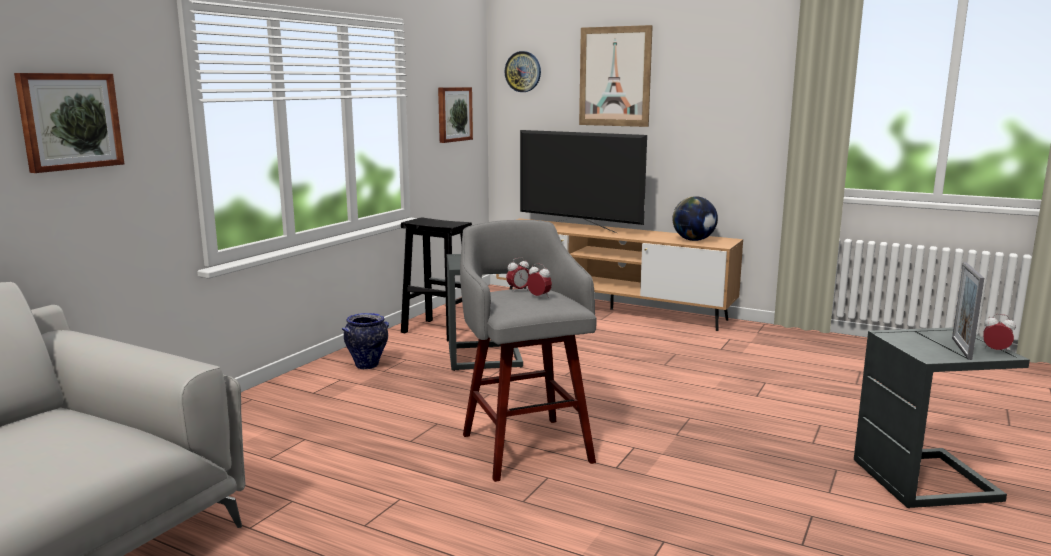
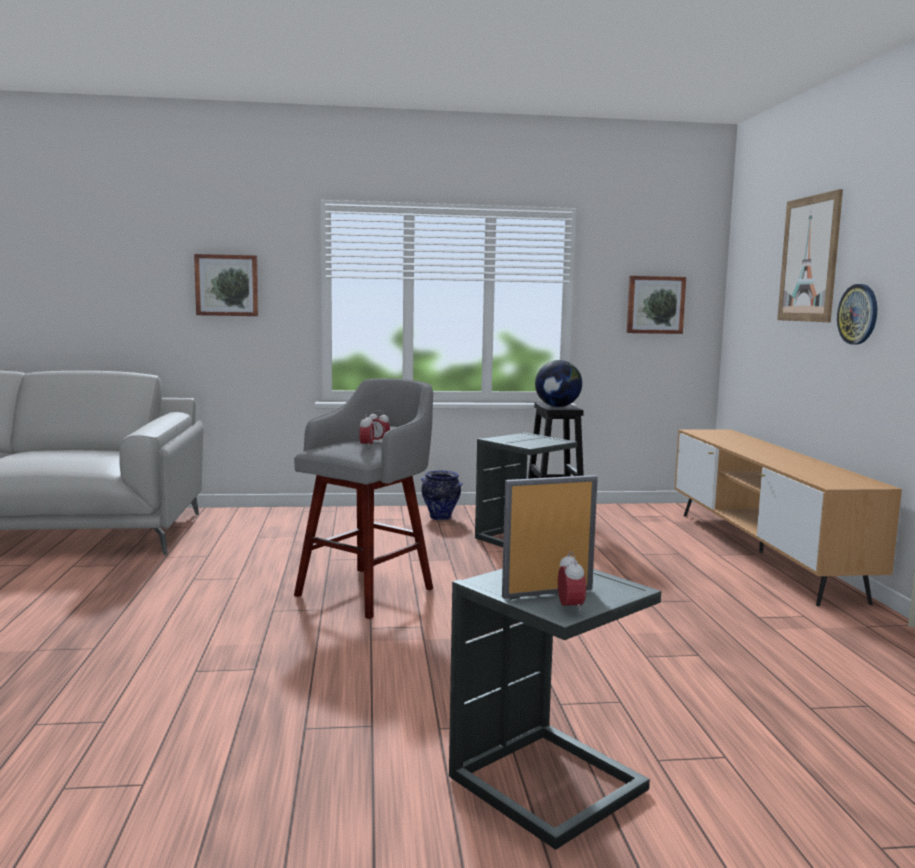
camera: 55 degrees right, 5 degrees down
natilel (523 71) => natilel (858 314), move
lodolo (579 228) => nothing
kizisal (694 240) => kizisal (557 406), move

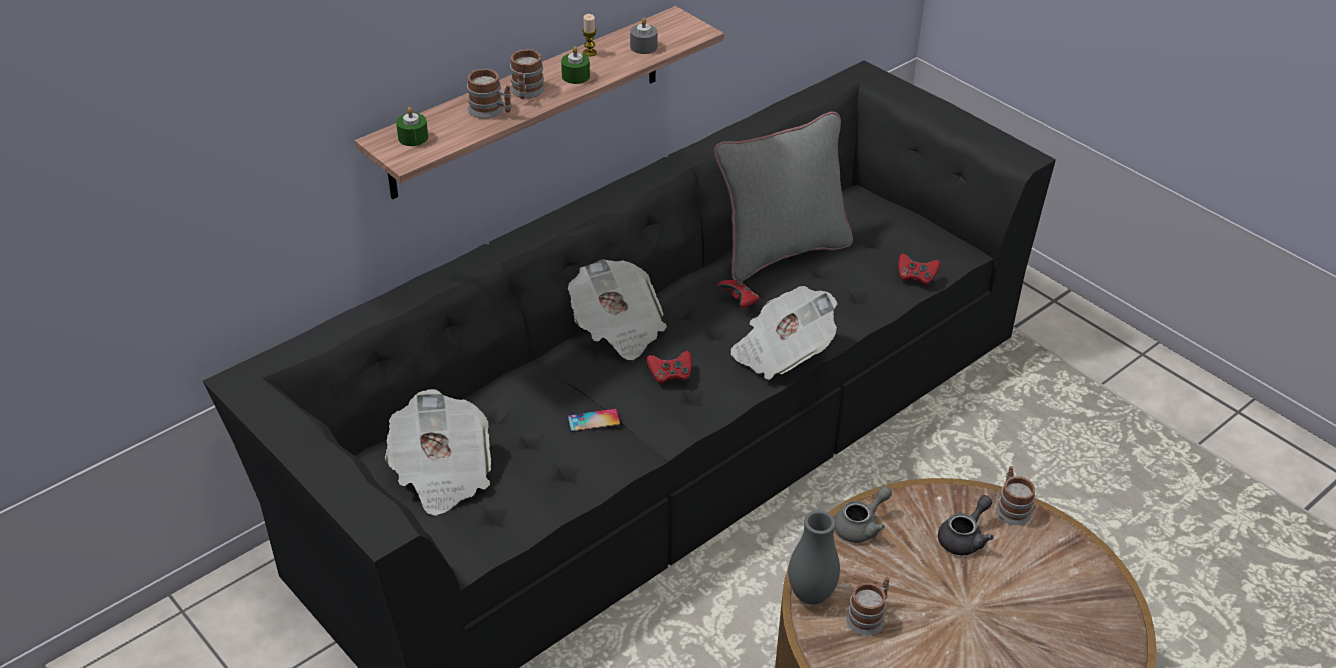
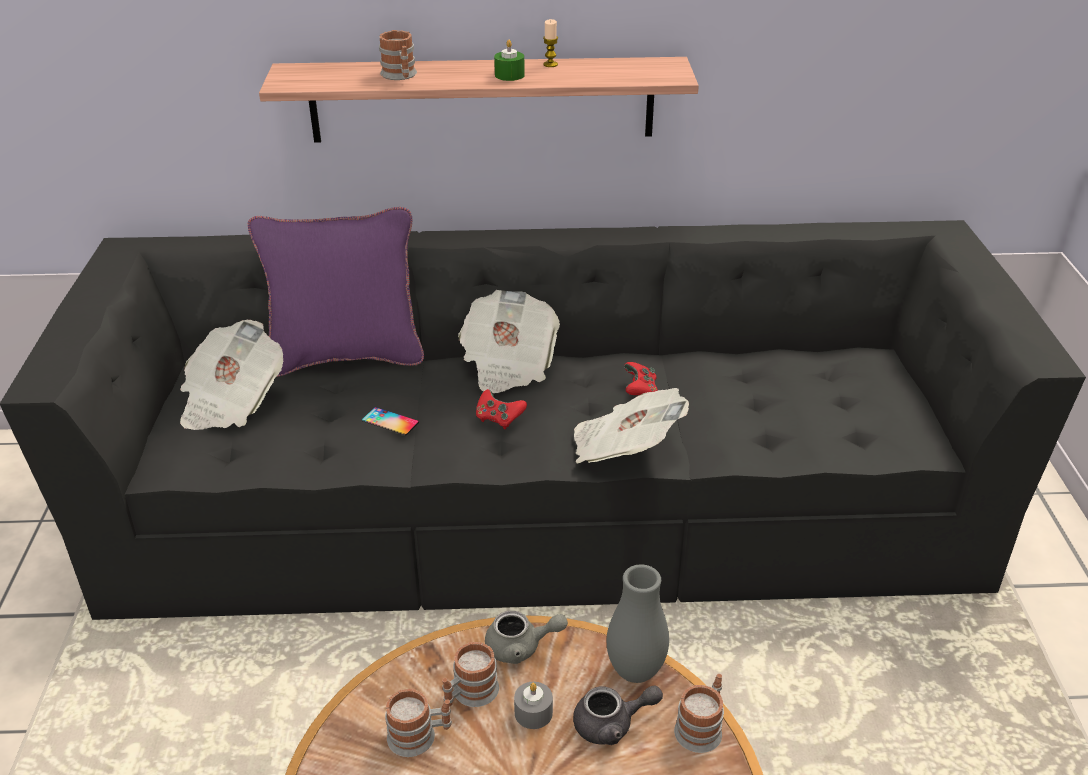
camera: 40 degrees right, 5 degrees down
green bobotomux (413 137) => nothing
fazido (526 92) => fazido (469 694), move
grey bobotomux (643 47) => grey bobotomux (533 713), move
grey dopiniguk (781 251) => nothing
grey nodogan (811 595) => grey nodogan (635 671), move
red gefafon (915 277) => nothing
nothing => purple dopiniguk (346 356)

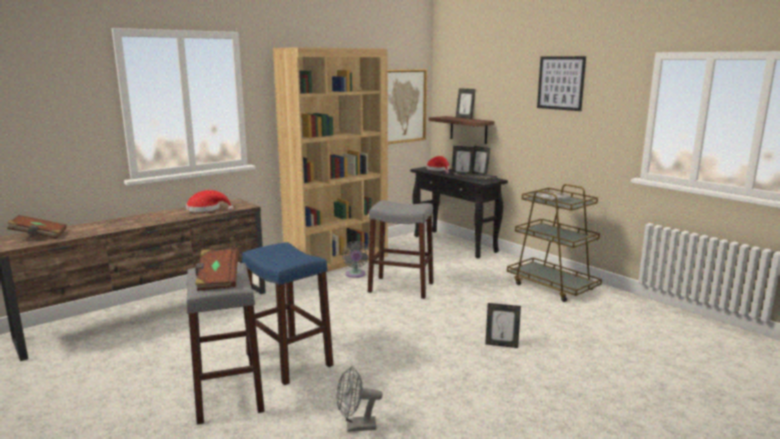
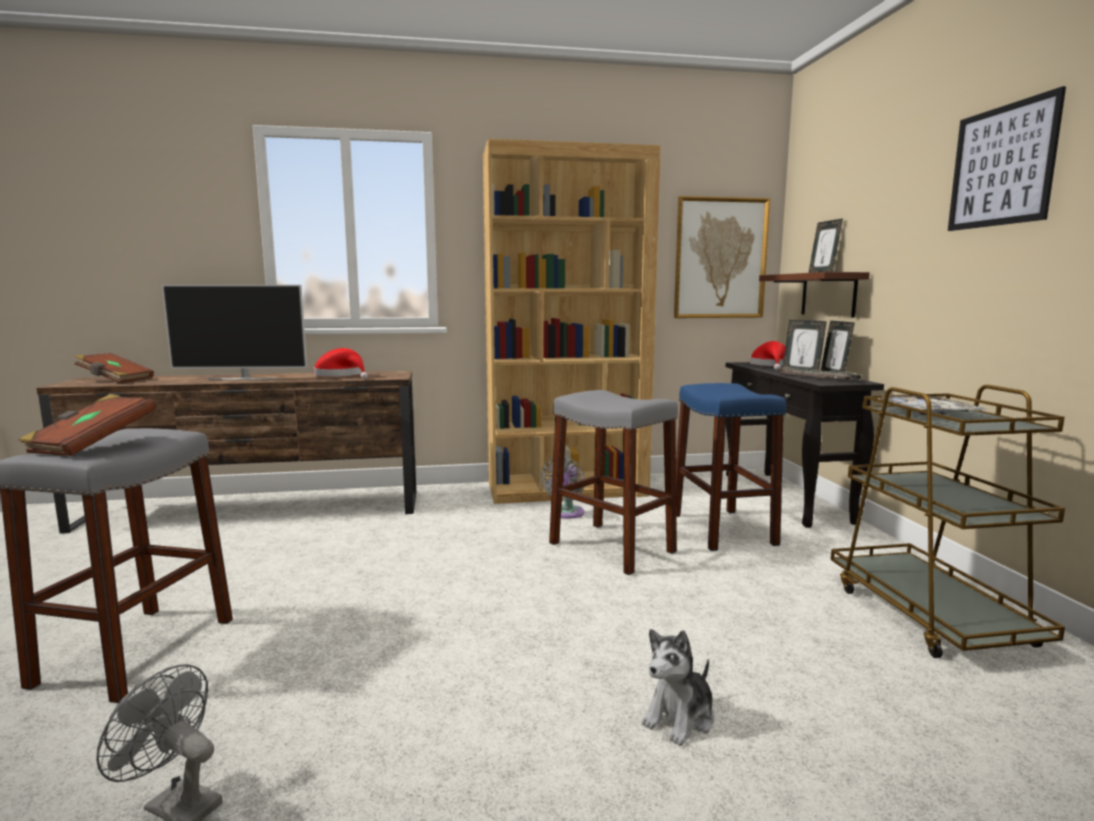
camera: 30 degrees right, 5 degrees down
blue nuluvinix (289 360) => blue nuluvinix (722 529), move
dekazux (501 345) => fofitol (680 718)
nothing => lodolo (243 379)

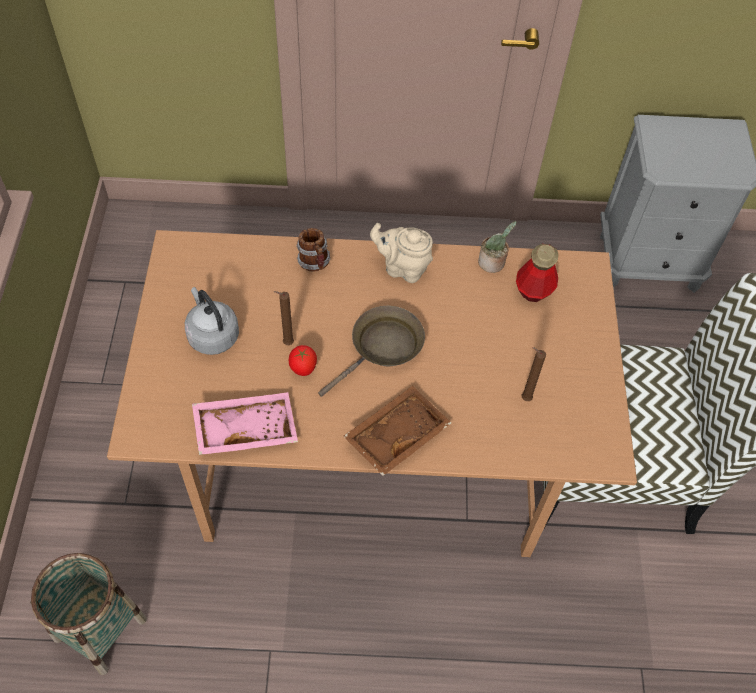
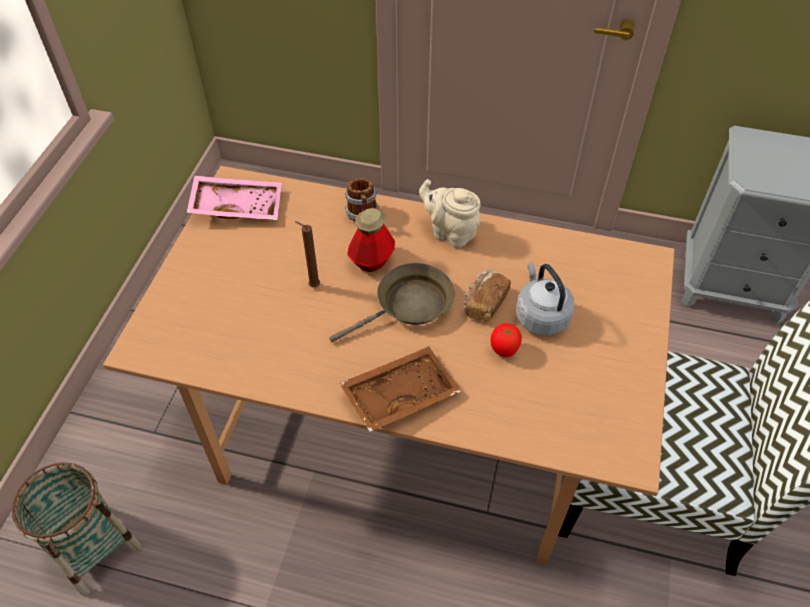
camera: 15 degrees right, 5 degrees down
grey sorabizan (212 335) => grey sorabizan (540 315), move
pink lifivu (245 428) => pink lifivu (237 205), move
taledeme (303 369) => taledeme (503 350), move
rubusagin (493 263) => nothing
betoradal (534 290) => betoradal (372 260), move
brown bobotomux (524 398) => nothing
nothing => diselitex (484 303)

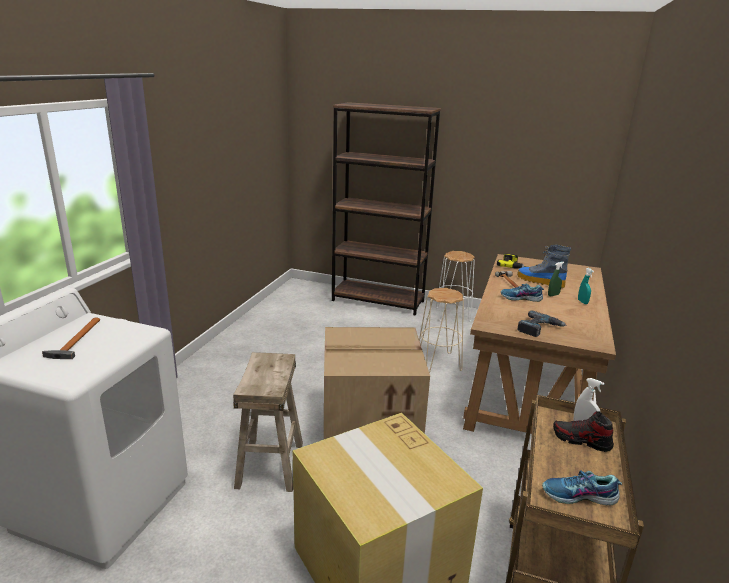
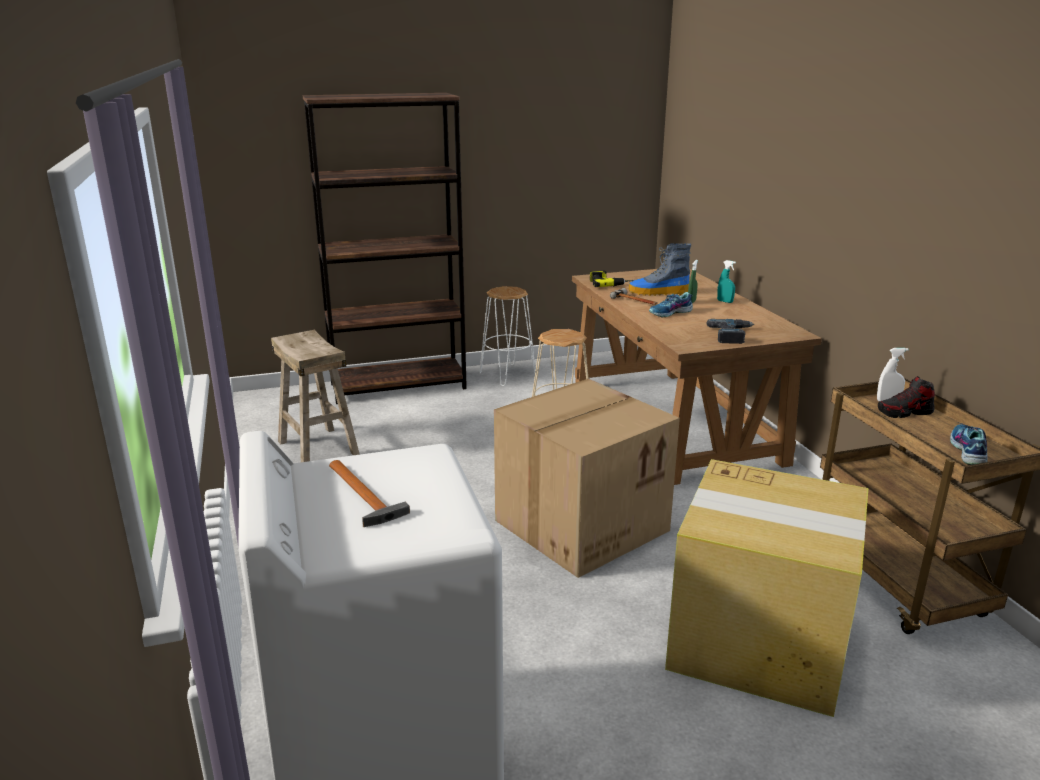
camera: 35 degrees left, 0 degrees up
beige nuluvinix (269 464) => beige nuluvinix (317 448), move
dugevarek (579 496) => dugevarek (967 451), 135 degrees clockwise

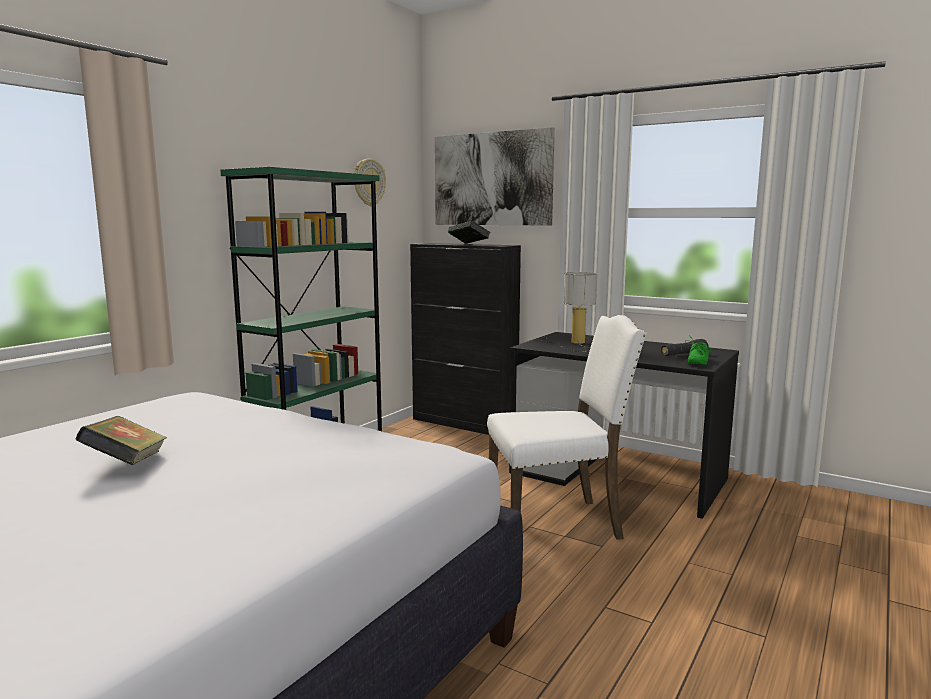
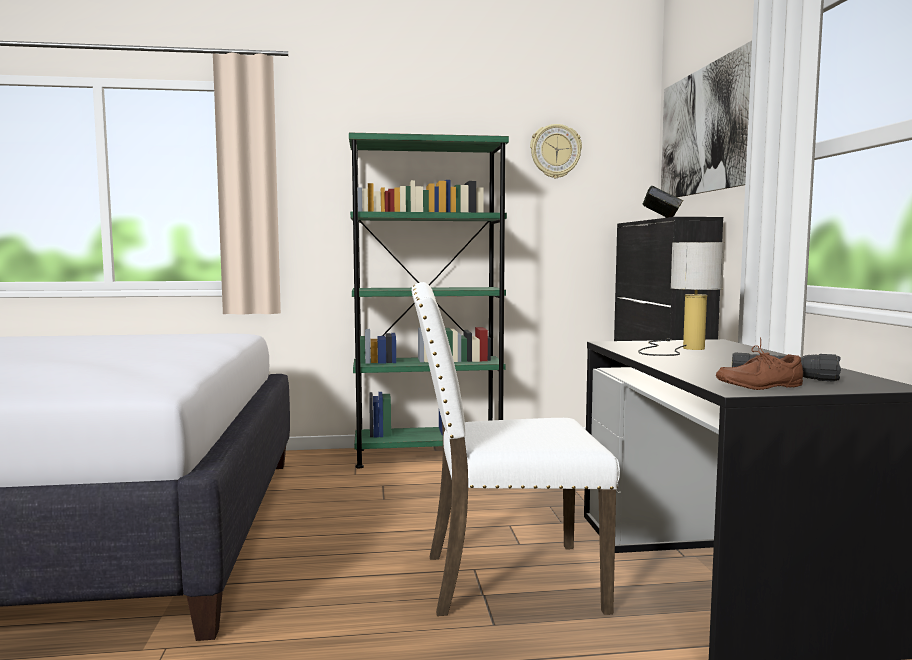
camera: 50 degrees right, 5 degrees down
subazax (127 464) => nothing
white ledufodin (557 523) => white ledufodin (507 580), 135 degrees clockwise
green dugevarek (696 362) => brown dugevarek (757 385)

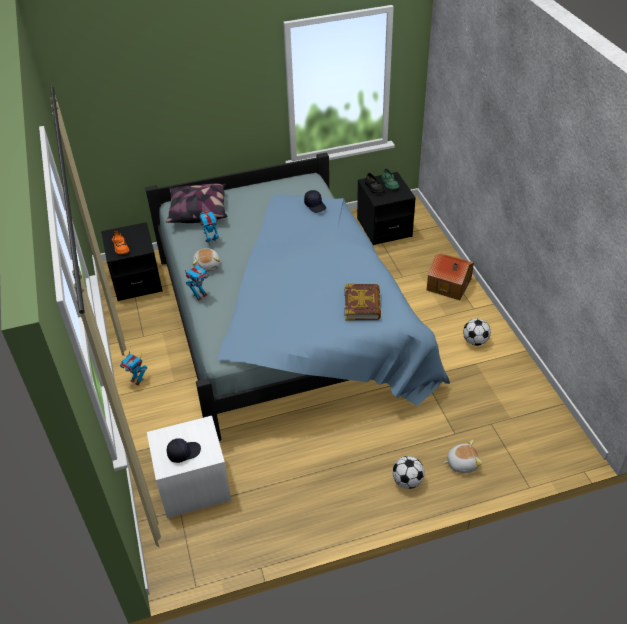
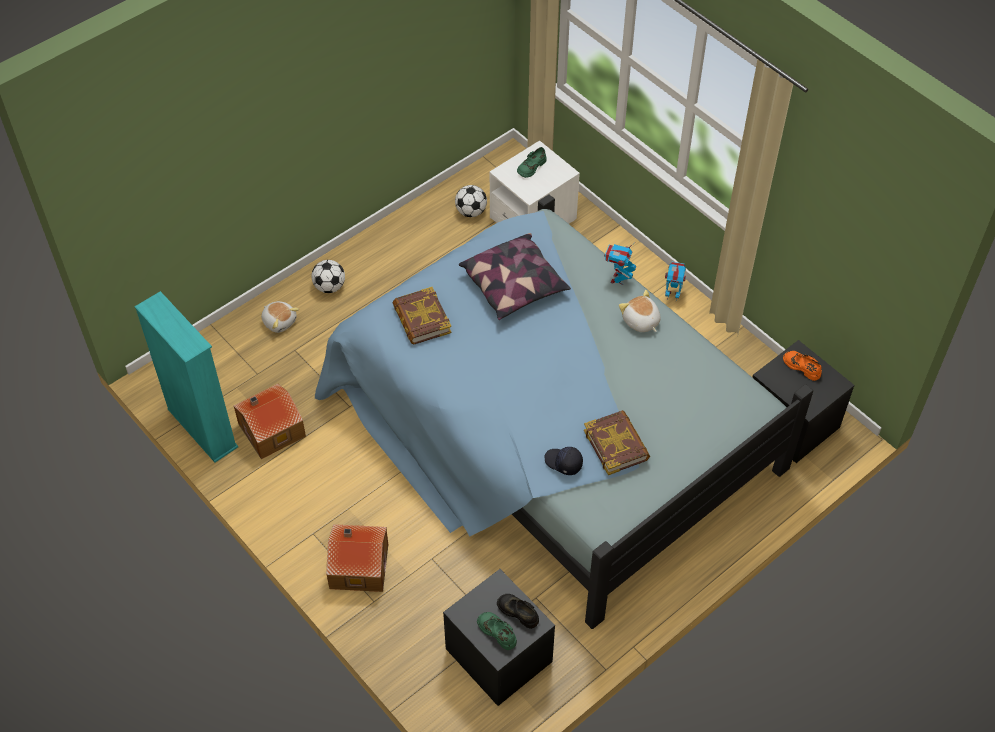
camera: 155 degrees right, 10 degrees up
dopiniguk (198 211) => dopiniguk (515 286), move
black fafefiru (183 452) => green dugevarek (531 167)
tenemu (211 241) => nothing
fofitol (461 463) => fofitol (279 321), 105 degrees counterclockwise
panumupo (475 341) => panumupo (471 212), move
nothing => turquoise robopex (202 428)
nothing => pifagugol (270 429)
nothing => subazax (616 445)

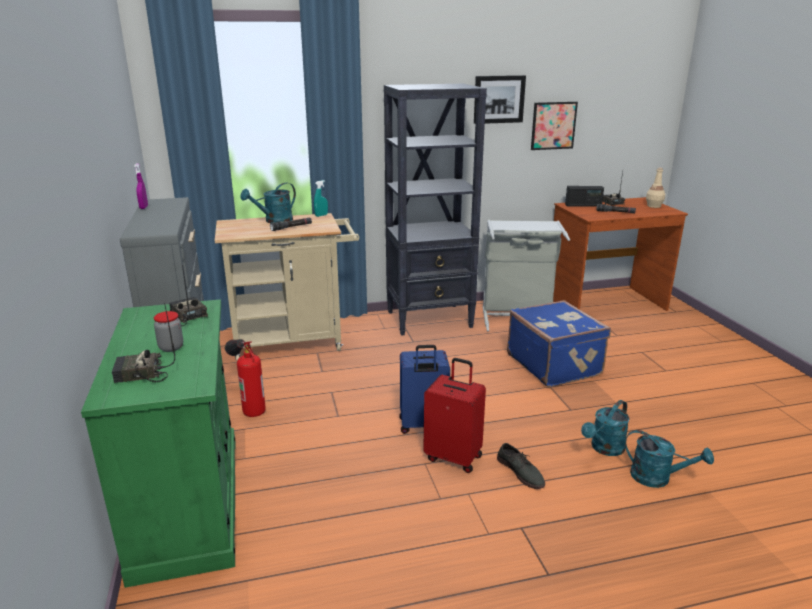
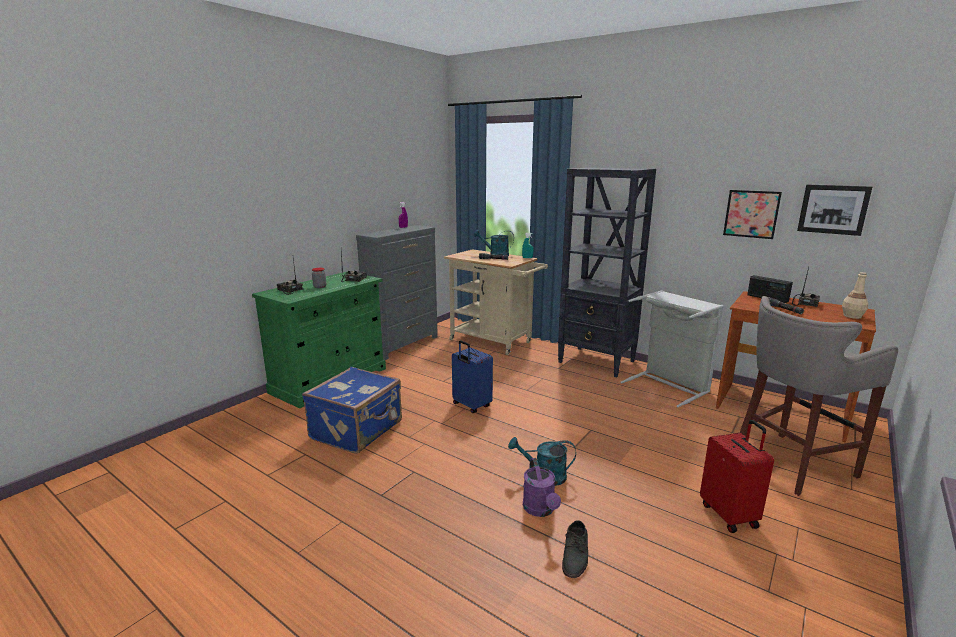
camera: 50 degrees right, 5 degrees down
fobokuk (248 401) => nothing
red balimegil (454 457) => red balimegil (729 515), move
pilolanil (498 99) => pilolanil (833 209), move
grey dugevarek (520 471) => grey dugevarek (575 555), move
blue balimegil (554 364) => blue balimegil (358 430), move
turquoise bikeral (657 478) => purple bikeral (540 510)
nothing => grey nuluvinix (789 464)

